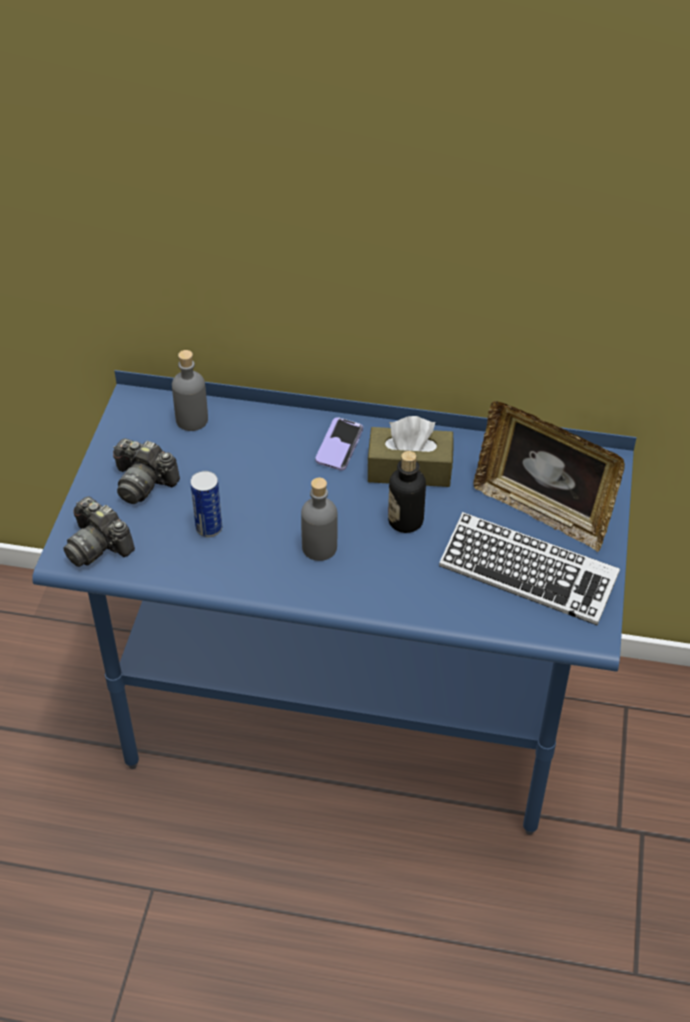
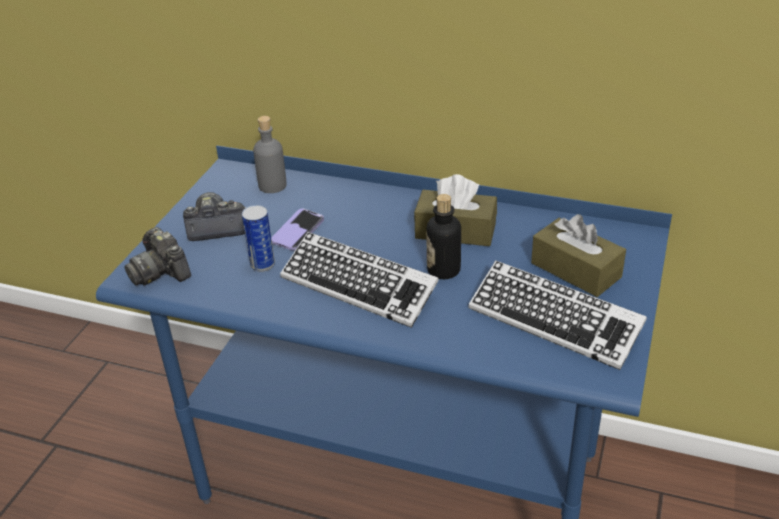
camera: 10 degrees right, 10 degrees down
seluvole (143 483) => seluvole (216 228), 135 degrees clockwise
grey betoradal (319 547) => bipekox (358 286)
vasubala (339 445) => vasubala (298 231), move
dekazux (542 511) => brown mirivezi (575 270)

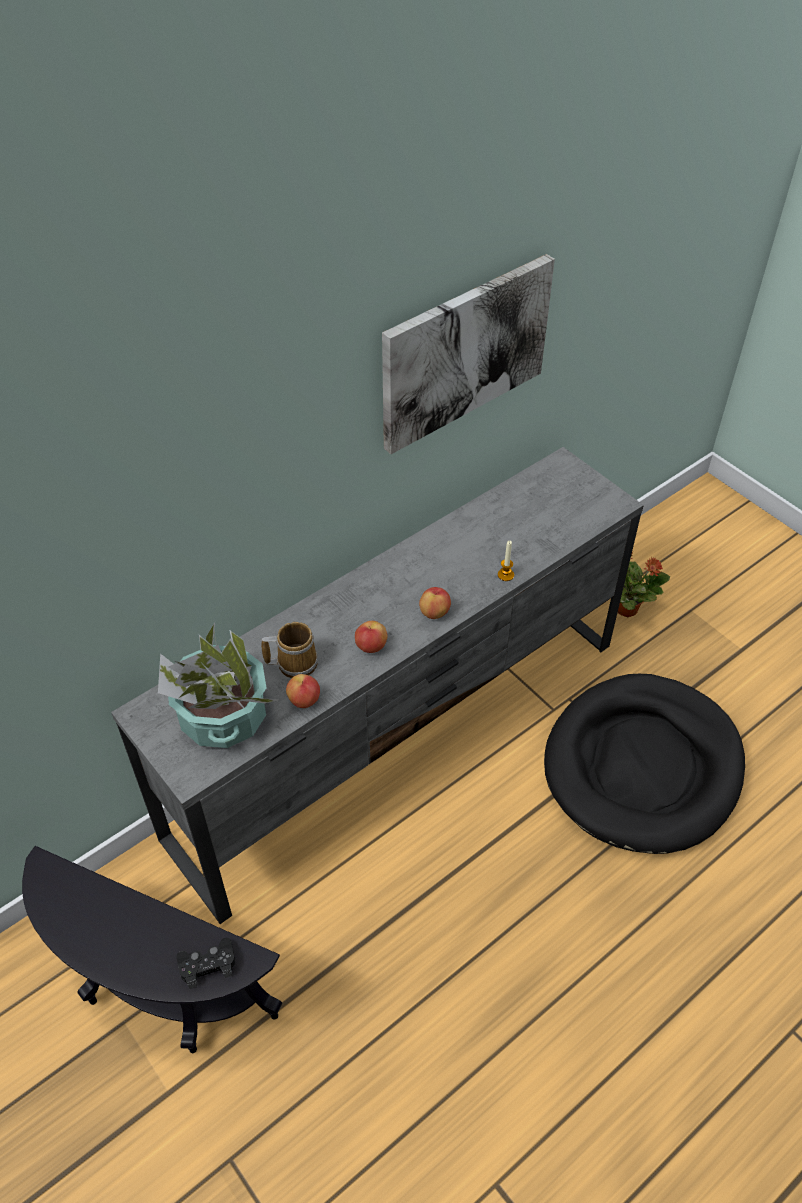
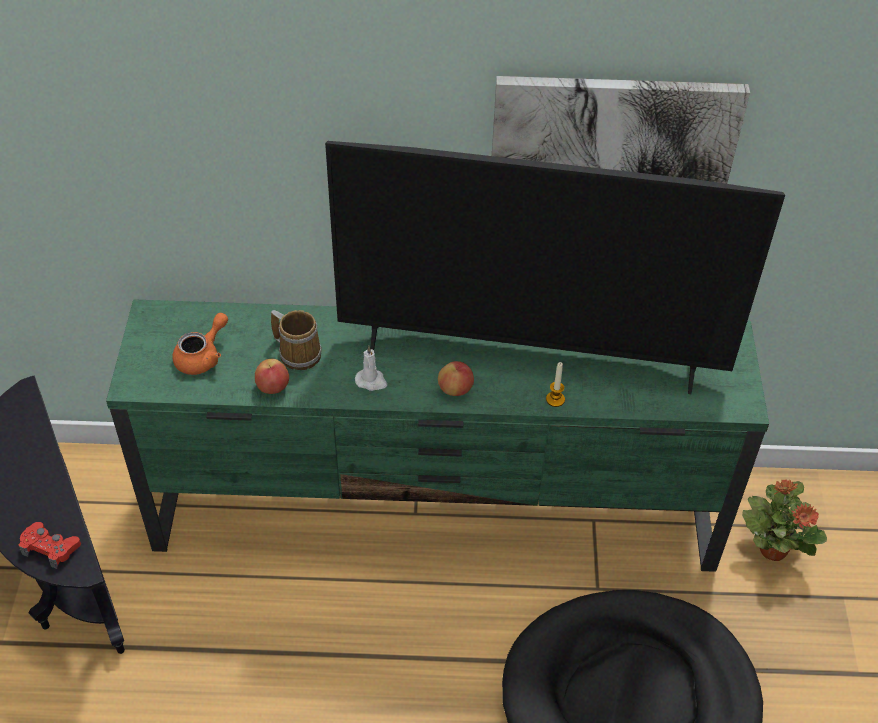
camera: 40 degrees right, 0 degrees up
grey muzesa (402 736) => green muzesa (438 512)
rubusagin (223 716) => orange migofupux (203 357)
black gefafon (207 965) => red gefafon (50 548)
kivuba (371 646) => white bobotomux (371 381)
nothing => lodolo (531 356)

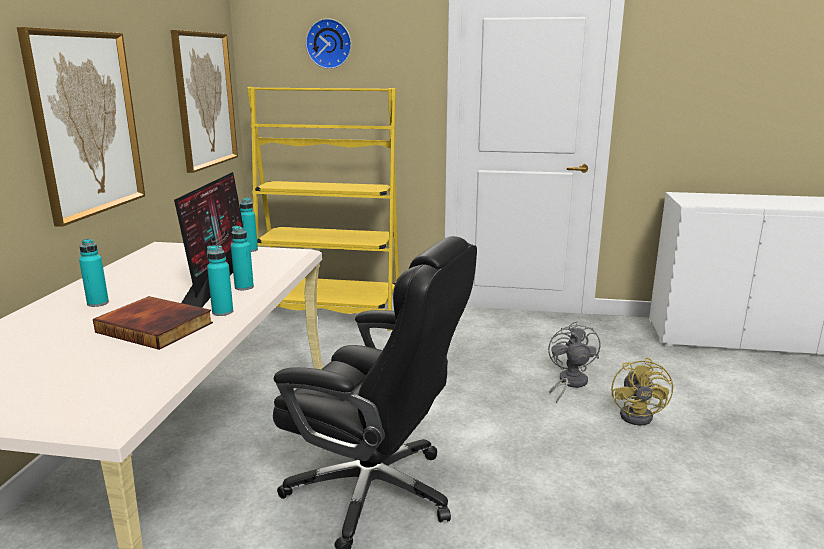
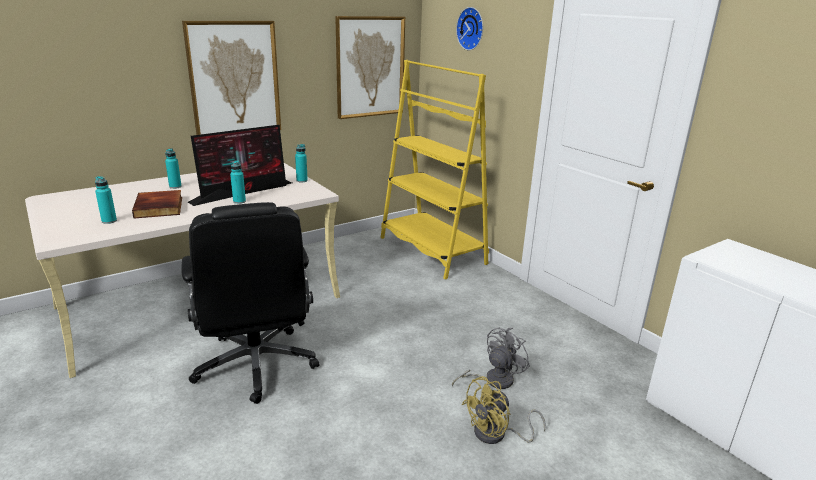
camera: 45 degrees right, 5 degrees up
turquoise betoradal (222 312) => turquoise betoradal (109 221), move

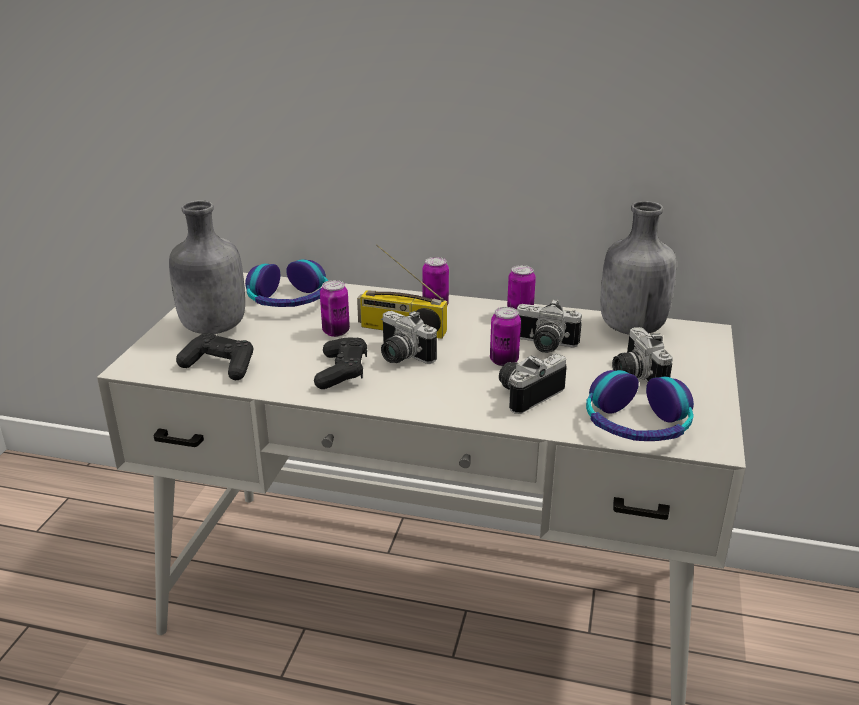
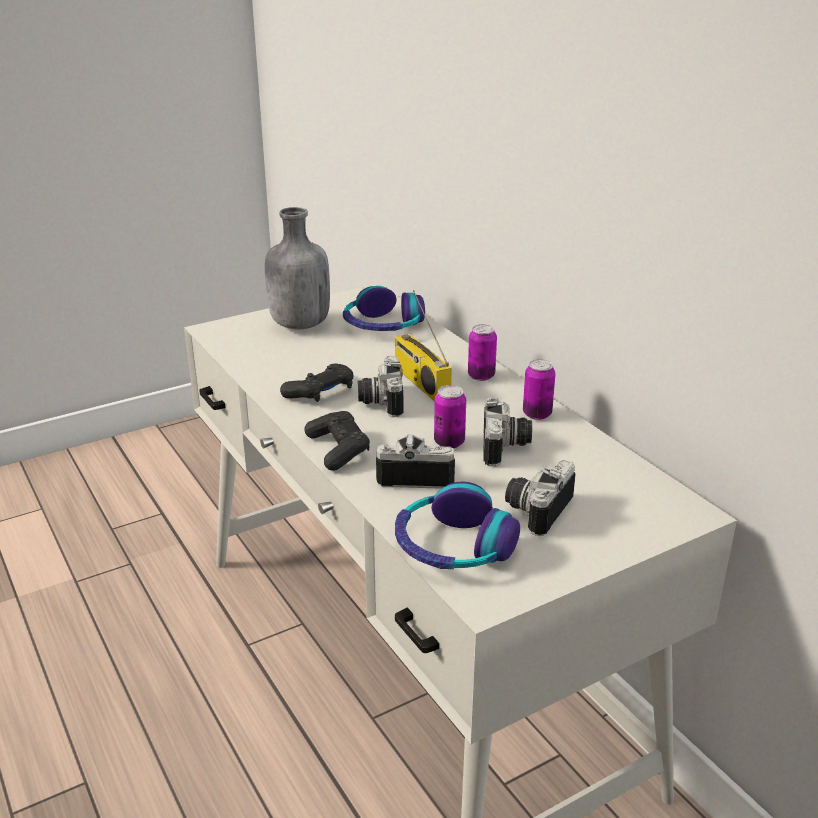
camera: 45 degrees right, 0 degrees up
black gefafon (220 366) => black gefafon (338 449), move
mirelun (336 332) => nothing
seluvole (544 346) => seluvole (506 447), 150 degrees counterclockwise
grey betoradal (630 328) => nothing

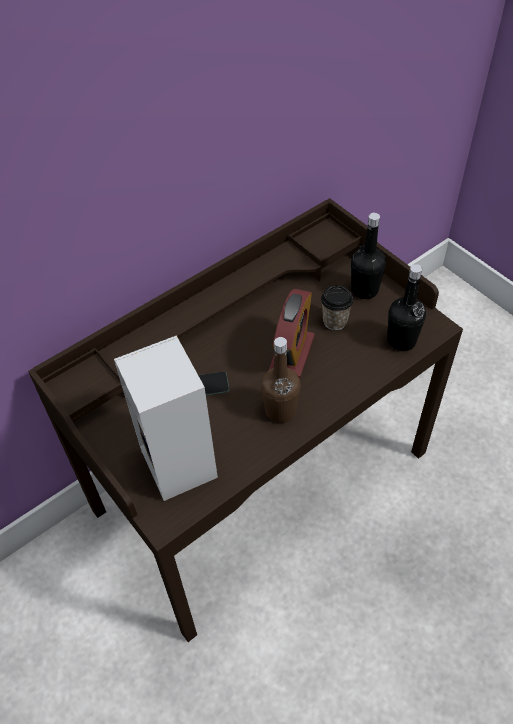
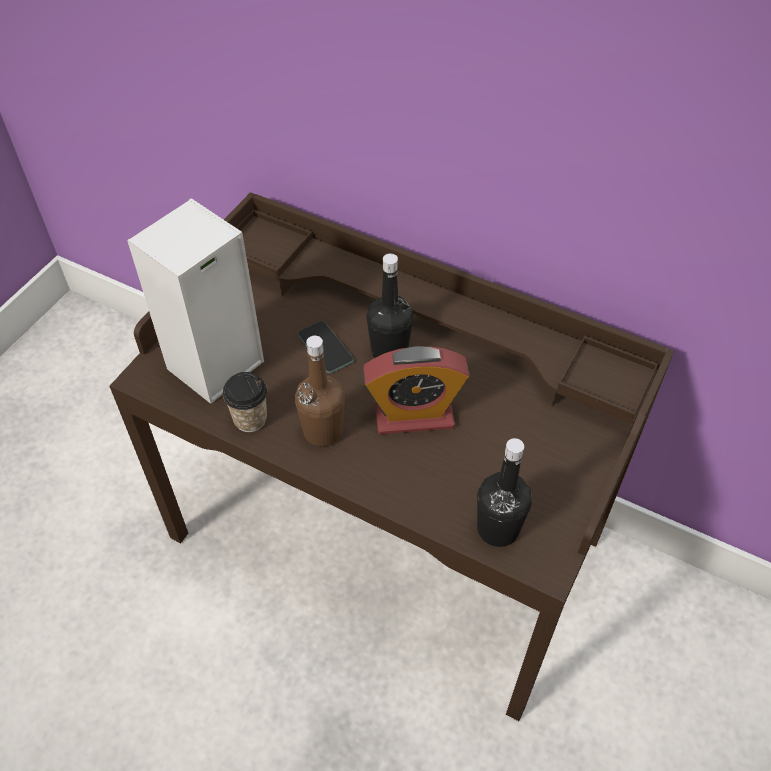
camera: 65 degrees right, 0 degrees up
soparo (335 321) => soparo (250 419), move
black betoradal (364 290) => black betoradal (389 352), move

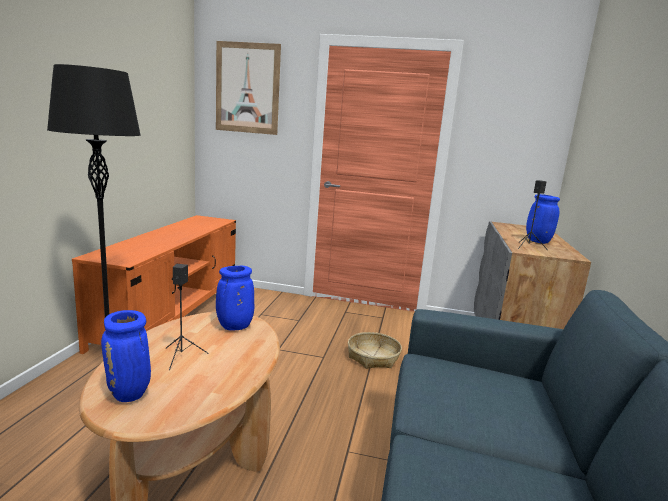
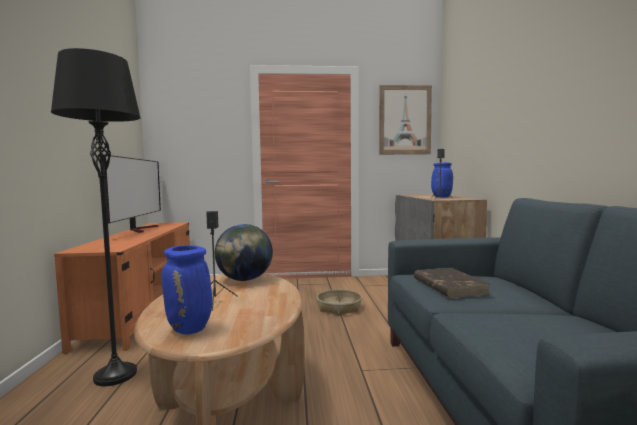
camera: 15 degrees left, 10 degrees down
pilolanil (247 88) => pilolanil (405 120), move
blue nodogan (234 327) => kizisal (244 280)
nothing => lodolo (140 229)
nothing => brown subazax (448 286)

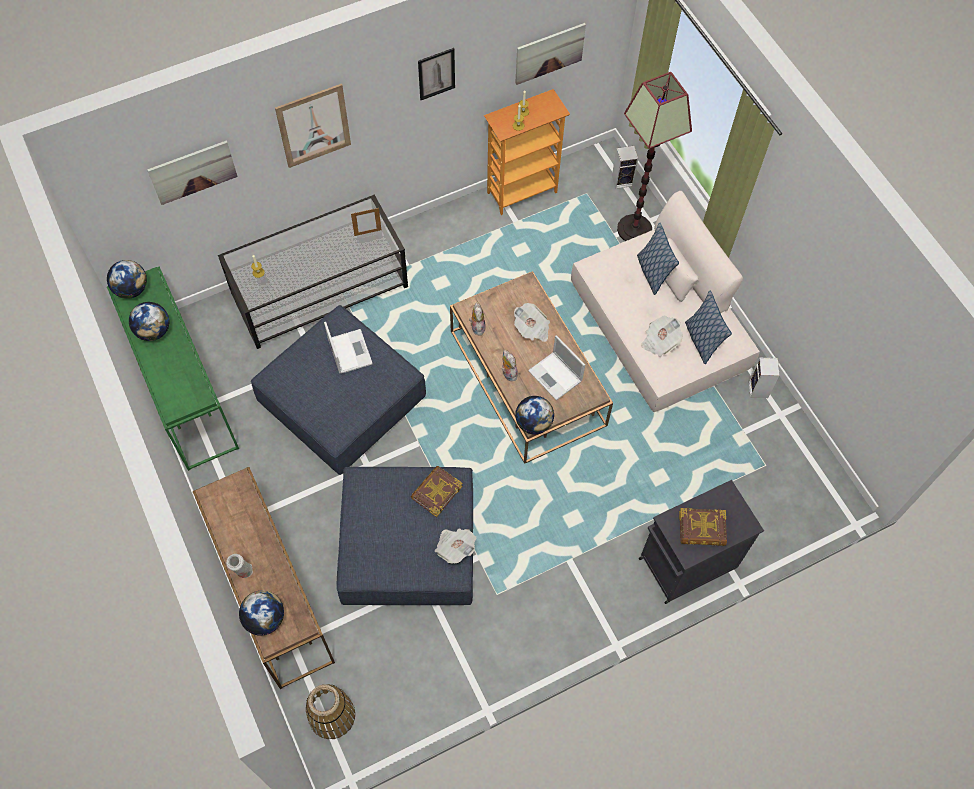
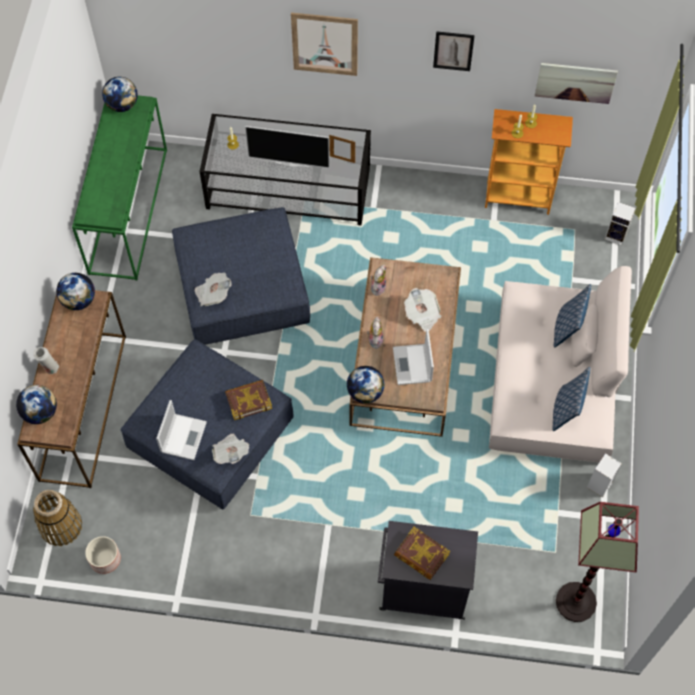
camera: 35 degrees right, 0 degrees up
kizisal (153 331) => kizisal (78 300), move
pilolanil (193 172) => nothing
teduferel (349 351) => teduferel (183 436), move
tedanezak (635 229) => tedanezak (576 602), move
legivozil (659 341) => legivozil (213 294), move
nothing => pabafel (105 559)
nothing => lodolo (289 163)

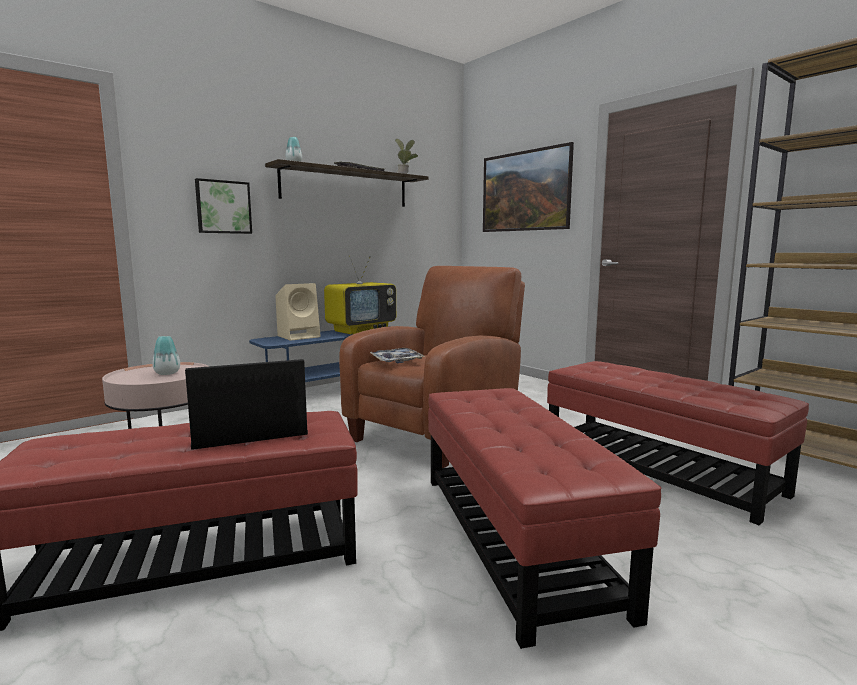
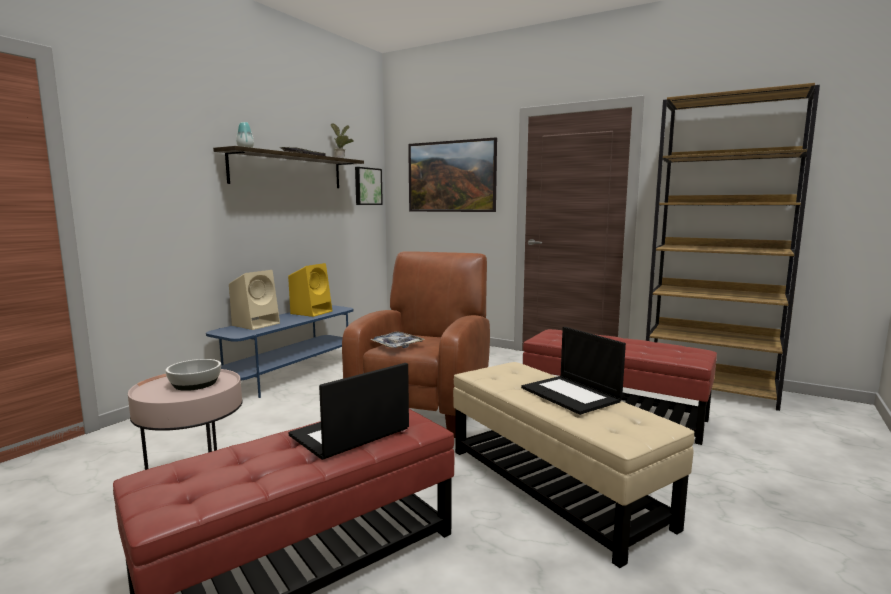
camera: 20 degrees left, 0 degrees up
nodogan (167 373) => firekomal (195 384)
pilolanil (223 207) => pilolanil (367 186), move
lodolo (361 330) => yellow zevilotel (312 312)
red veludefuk (514 537) => beige veludefuk (554 485)
nothing => teduferel (571 395)

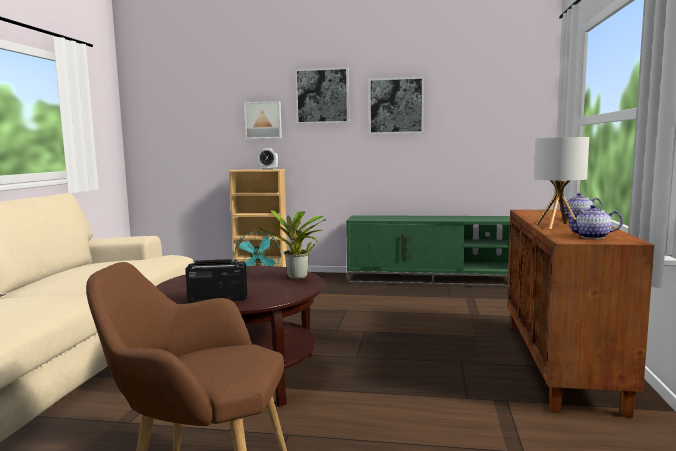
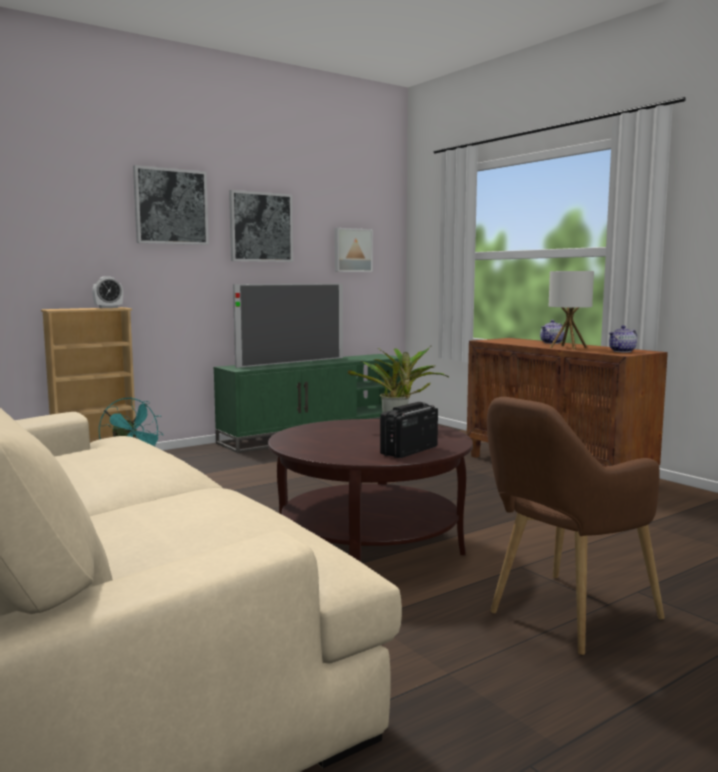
camera: 45 degrees left, 0 degrees up
pilolanil (263 120) => pilolanil (352 250), move
nothing => lodolo (292 362)

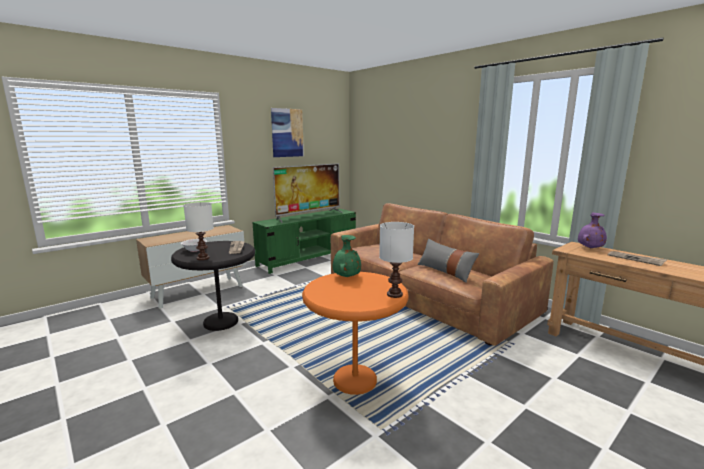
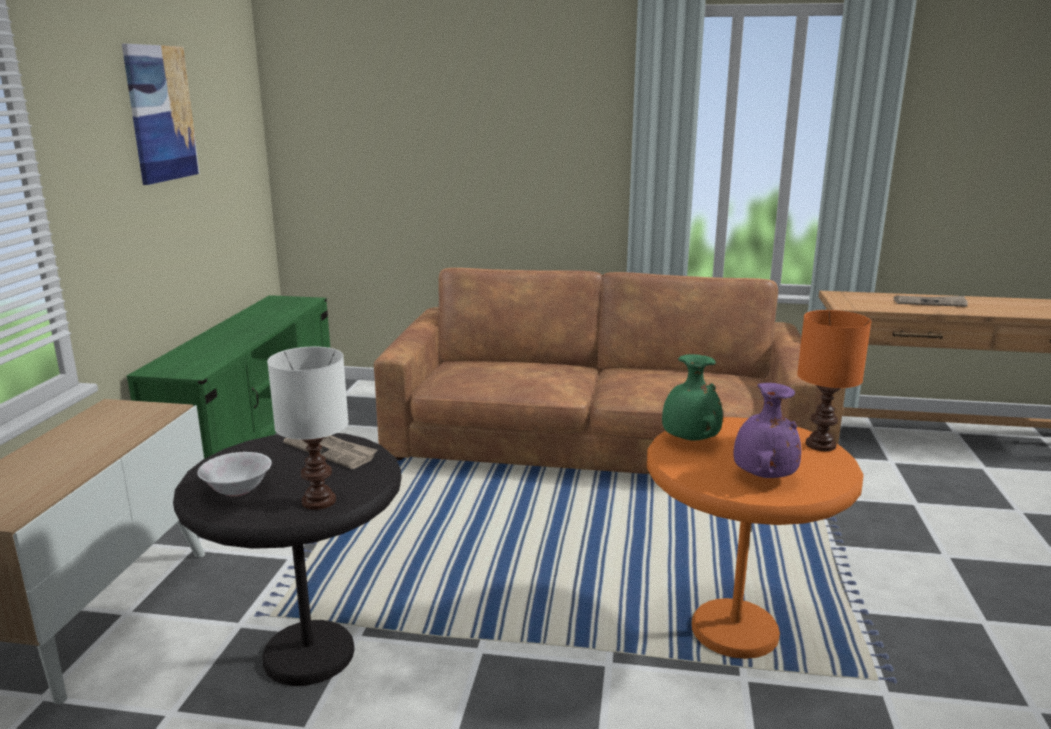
camera: 40 degrees left, 5 degrees up
lodolo (309 215) => nothing
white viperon (395 295) => orange viperon (822 445)
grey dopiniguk (445 271) => nothing
purple nodogan (589 248) => purple nodogan (763 476), move

